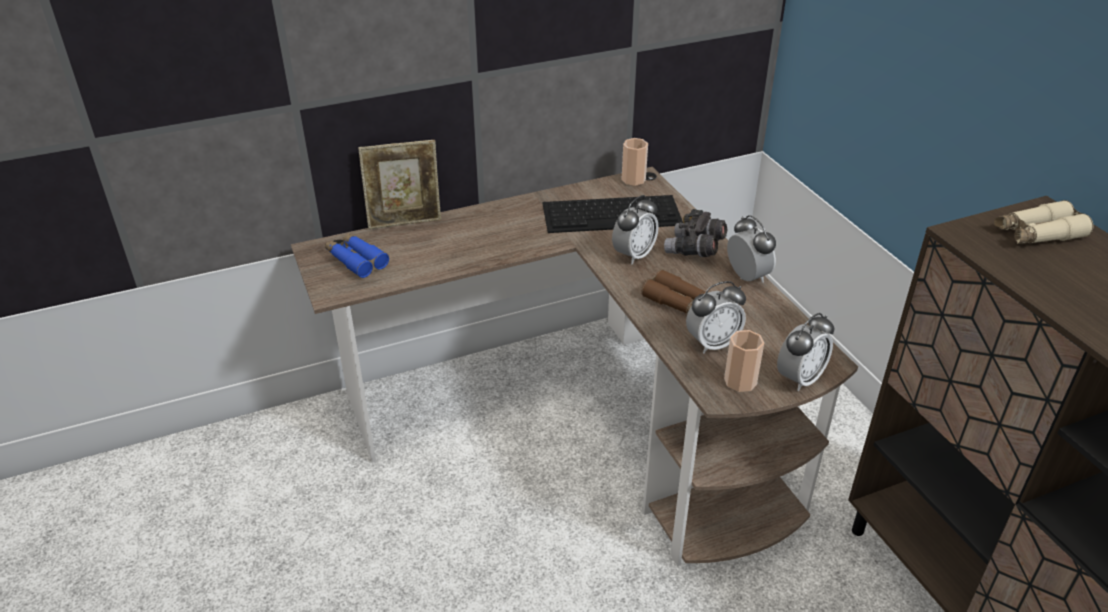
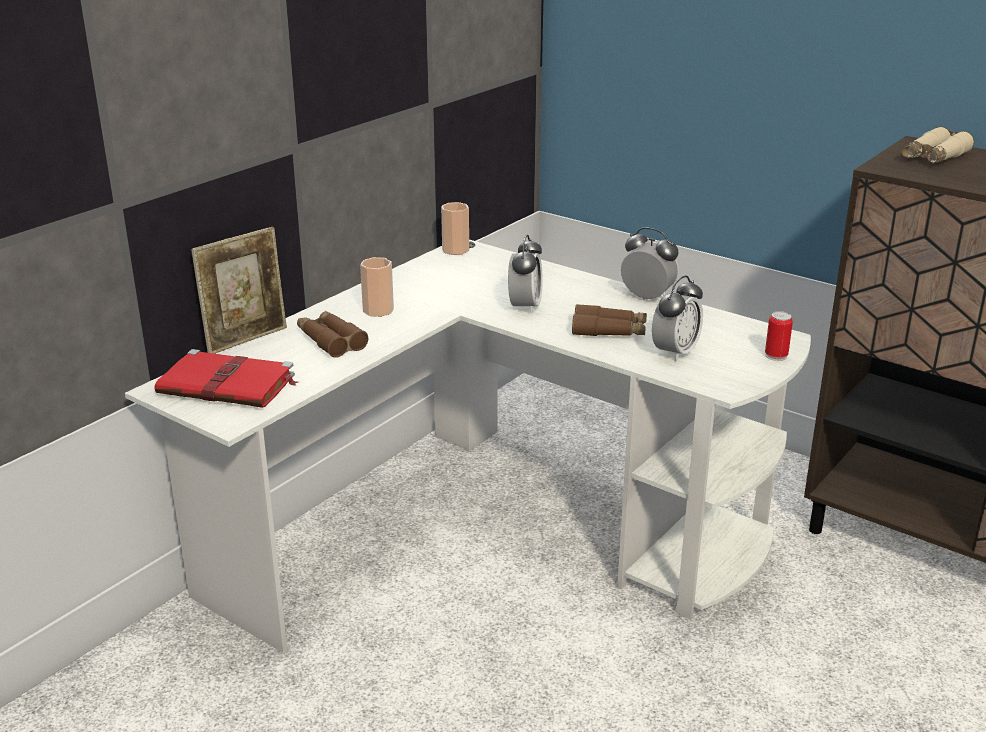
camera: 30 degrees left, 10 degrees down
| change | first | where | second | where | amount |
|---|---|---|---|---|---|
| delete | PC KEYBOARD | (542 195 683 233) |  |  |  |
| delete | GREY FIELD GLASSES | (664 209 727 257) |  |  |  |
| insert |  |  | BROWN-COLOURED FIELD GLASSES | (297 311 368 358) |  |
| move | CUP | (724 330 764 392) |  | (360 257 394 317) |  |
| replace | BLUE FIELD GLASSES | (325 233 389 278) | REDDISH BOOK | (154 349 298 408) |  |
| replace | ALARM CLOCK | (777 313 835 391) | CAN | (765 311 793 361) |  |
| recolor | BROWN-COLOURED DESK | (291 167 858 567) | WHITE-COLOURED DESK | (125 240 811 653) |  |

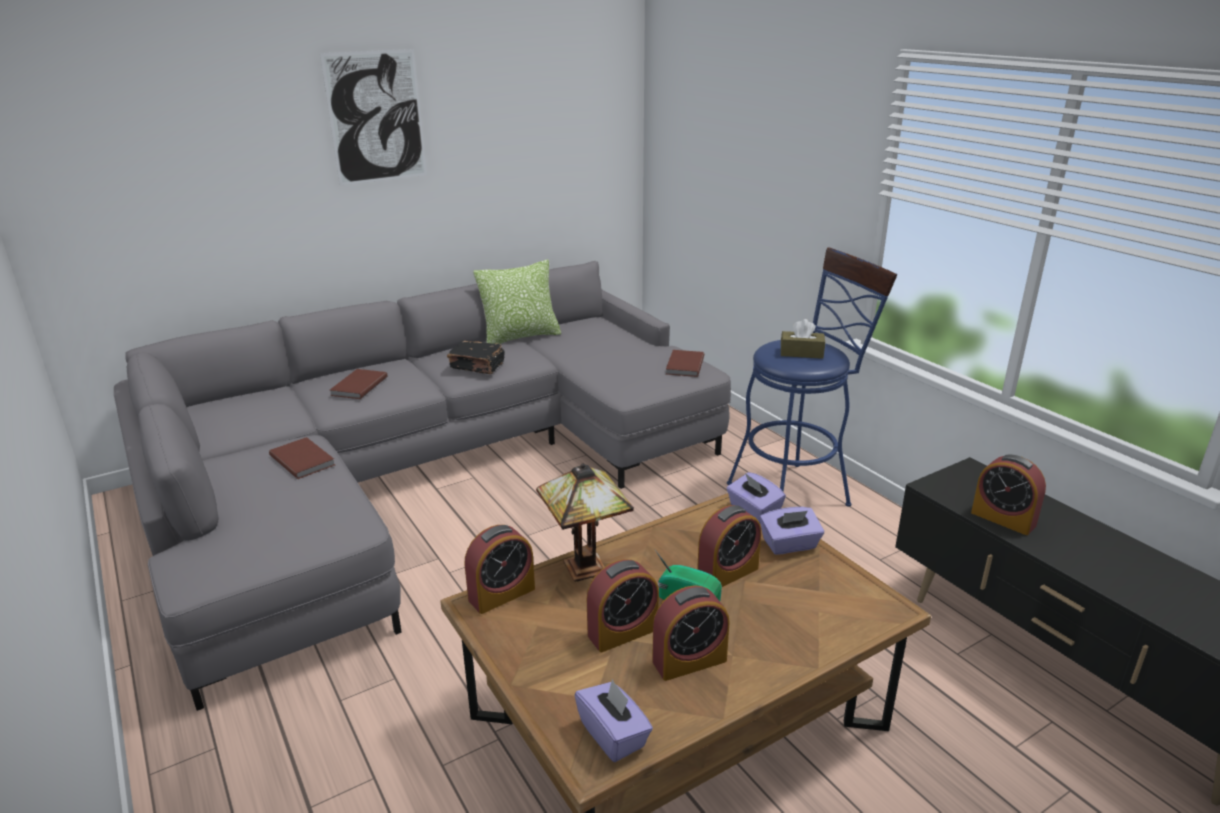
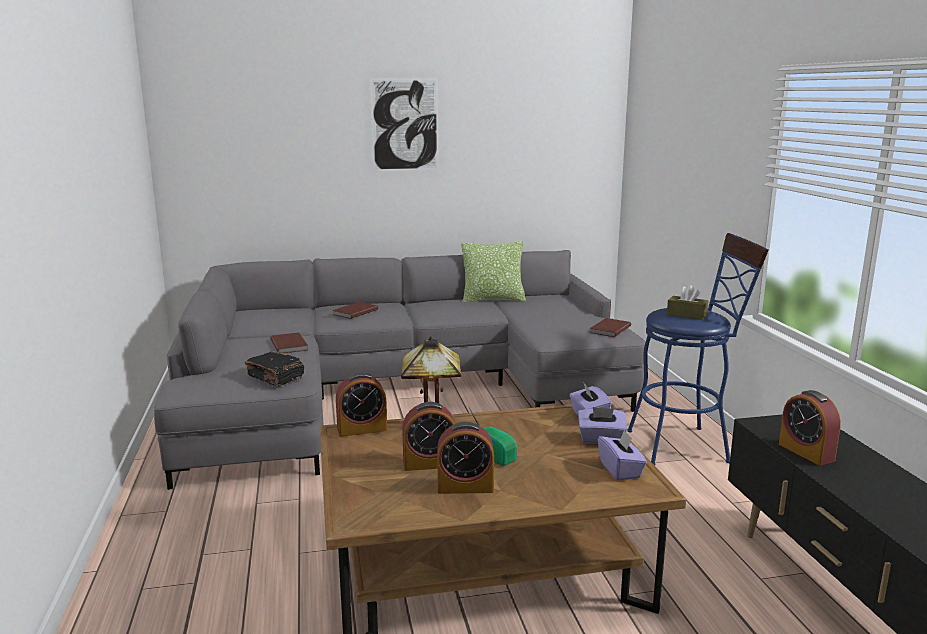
camera: 20 degrees right, 10 degrees down
| change | first | where | second | where | amount |
|---|---|---|---|---|---|
| delete | ALARM CLOCK | (697 505 761 587) |  |  |  |
| move | BLACK BOOK | (447 341 505 374) |  | (245 351 304 387) |  |
| move | PURPLE-COLOURED TISSUE BOX | (575 679 653 762) |  | (598 429 647 481) |  |

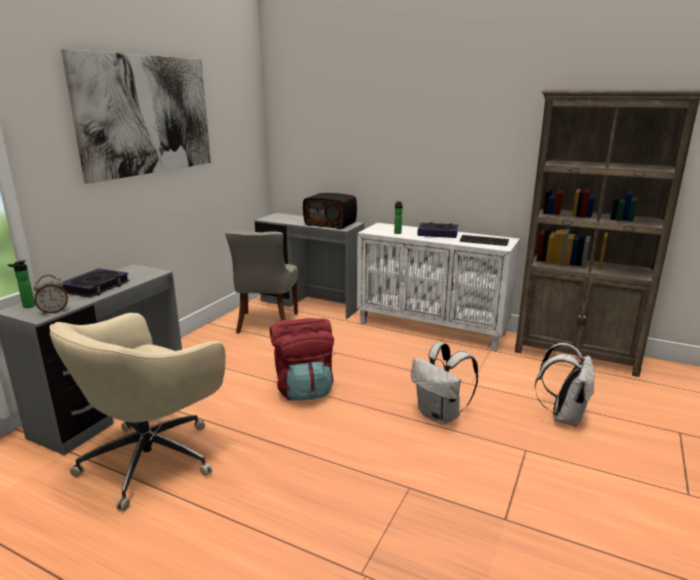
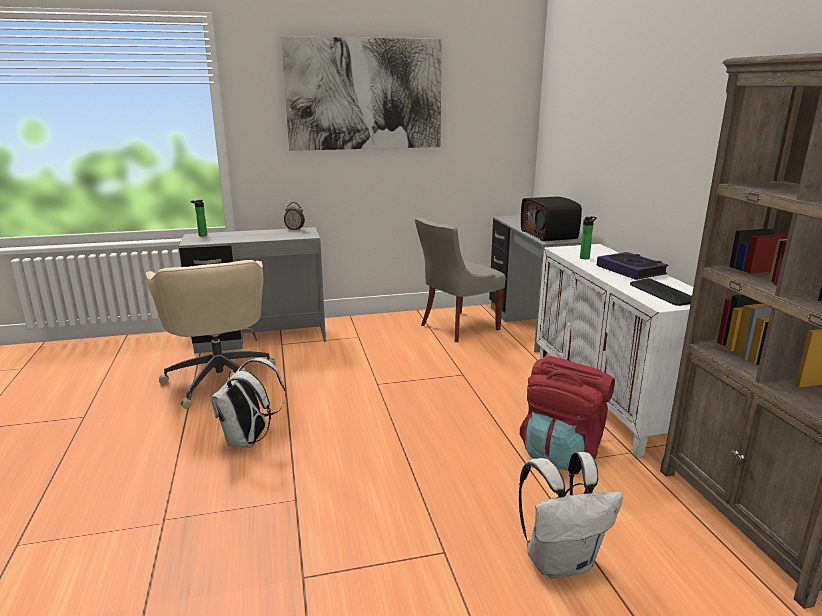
camera: 50 degrees right, 0 degrees up
| change | first | where | second | where | amount |
|---|---|---|---|---|---|
| delete | BOOK | (63 268 130 298) |  |  |  |
| move | ALARM CLOCK | (33 275 68 314) |  | (284 202 305 230) |  |
| move | REDDISH BACKPACK | (270 318 334 400) |  | (520 356 615 471) |  |
| move | WHITE-COLOURED BACKPACK | (411 342 478 425) |  | (211 358 286 448) |  |
| rotate | SAND-COLOURED OFFICE CHAIR | (49 313 226 511) |  | (146 260 276 409) | 105 degrees counterclockwise |

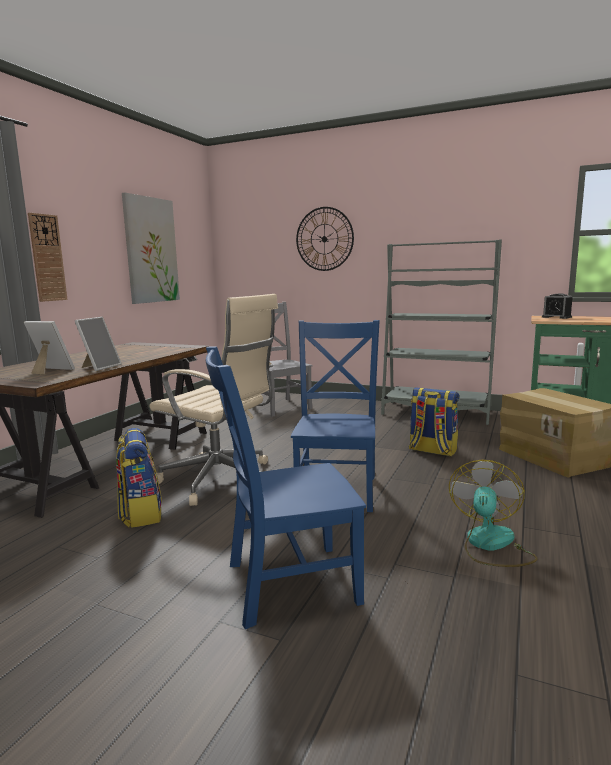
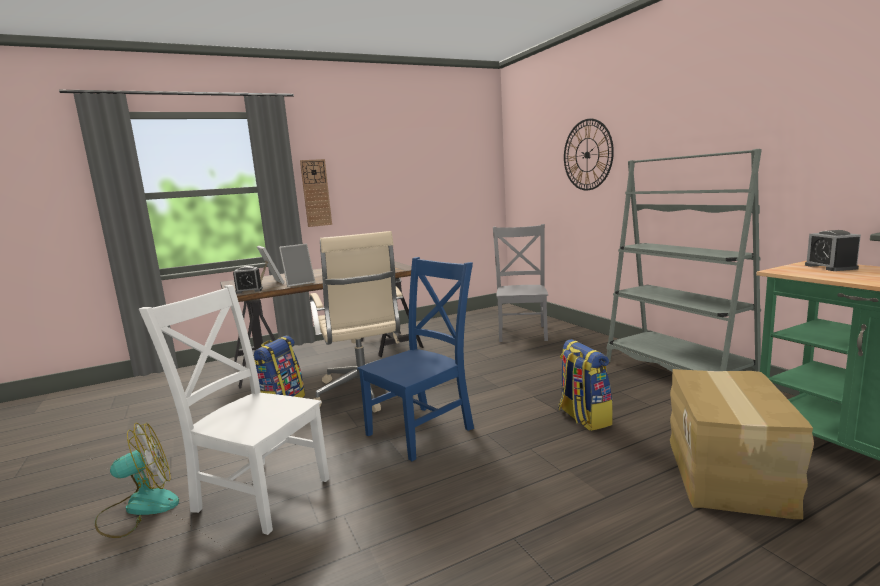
camera: 40 degrees right, 0 degrees up
| change | first | where | second | where | amount |
|---|---|---|---|---|---|
| delete | WALL ART | (122 193 180 304) |  |  |  |
| insert |  |  | ALARM CLOCK | (233 266 263 294) |  |
| move | FAN | (449 460 538 567) |  | (95 423 179 538) |  |
| recolor | BLUE UPRIGHT CHAIR | (205 346 366 629) | WHITE-COLOURED UPRIGHT CHAIR | (139 285 329 535) |  |

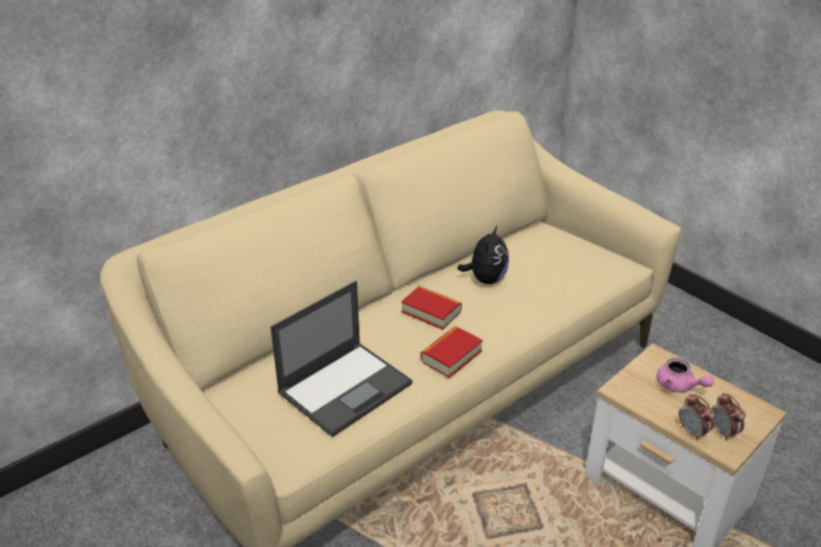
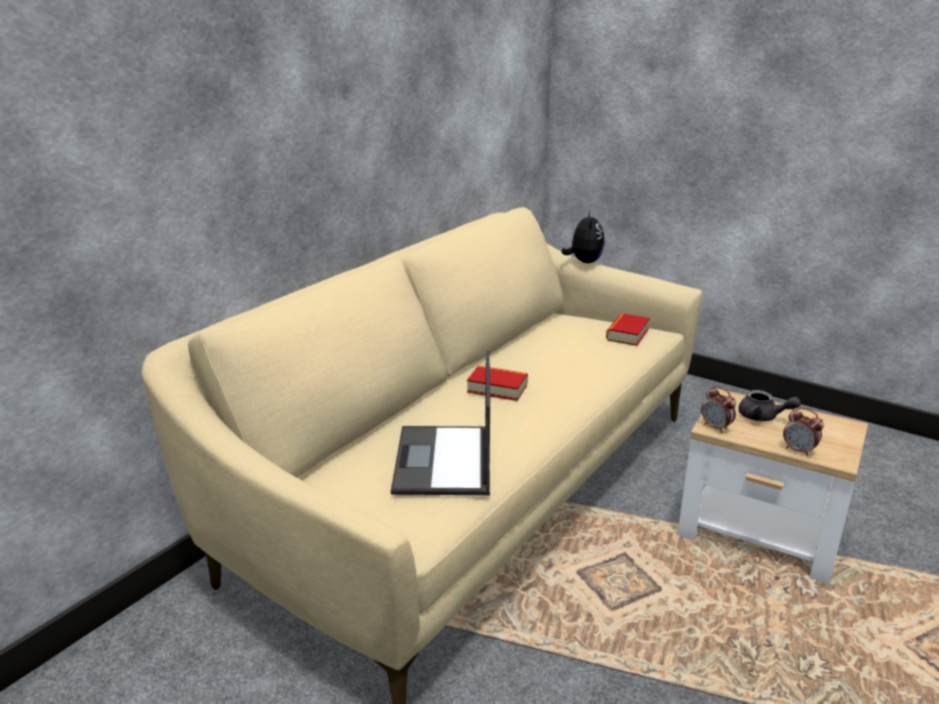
camera: 15 degrees left, 10 degrees down
| change | first | where | second | where | amount |
|---|---|---|---|---|---|
| move | BOOK | (421 326 483 378) |  | (606 313 650 346) |  |
| move | PLUSH TOY | (457 226 509 284) |  | (561 211 605 263) |  |
| move | ALARM CLOCK | (712 393 746 441) |  | (701 386 736 433) |  |
| recolor | PINK-COLOURED TEAPOT | (657 358 714 393) | GREY TEAPOT | (738 390 801 421) |  |
| rotate | LAPTOP | (270 281 413 437) |  | (391 350 490 495) | 150 degrees clockwise |

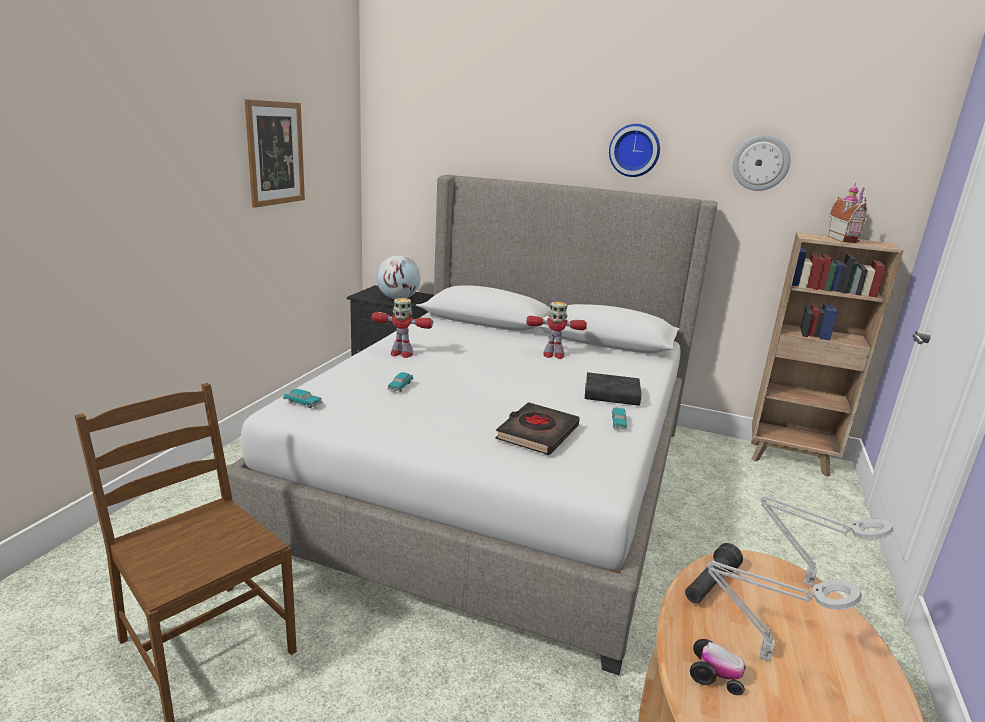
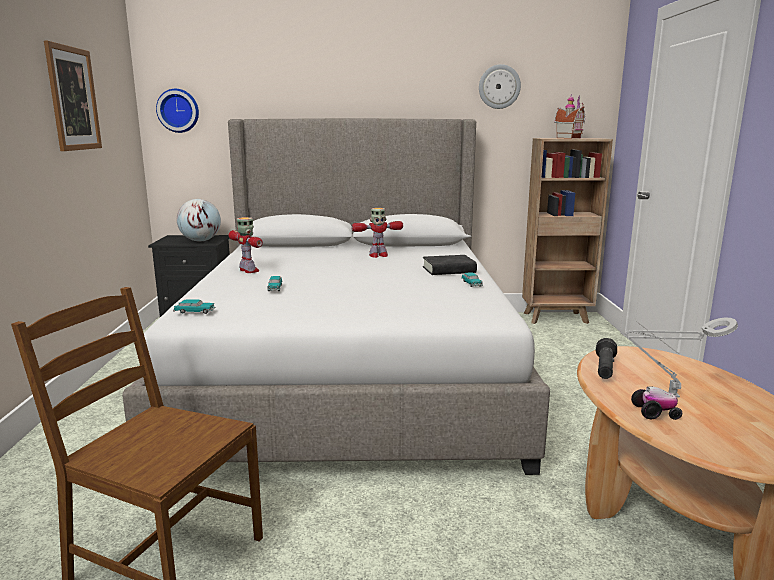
camera: 20 degrees left, 5 degrees down
| change | first | where | second | where | amount |
|---|---|---|---|---|---|
| delete | BLACK BOOK | (495 402 580 455) |  |  |  |
| delete | GREY TABLETOP LAMP | (760 496 893 586) |  |  |  |
| move | WALL CLOCK | (609 124 660 177) |  | (156 89 199 133) |  |
| rotate | MODEL ROBOT | (372 298 433 358) |  | (228 217 263 273) | 120 degrees counterclockwise |

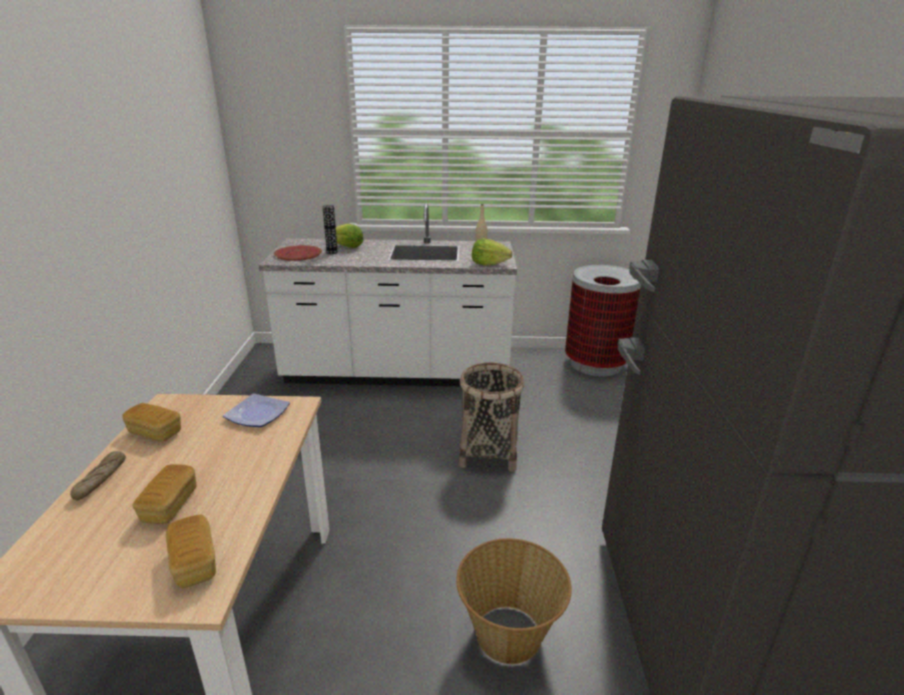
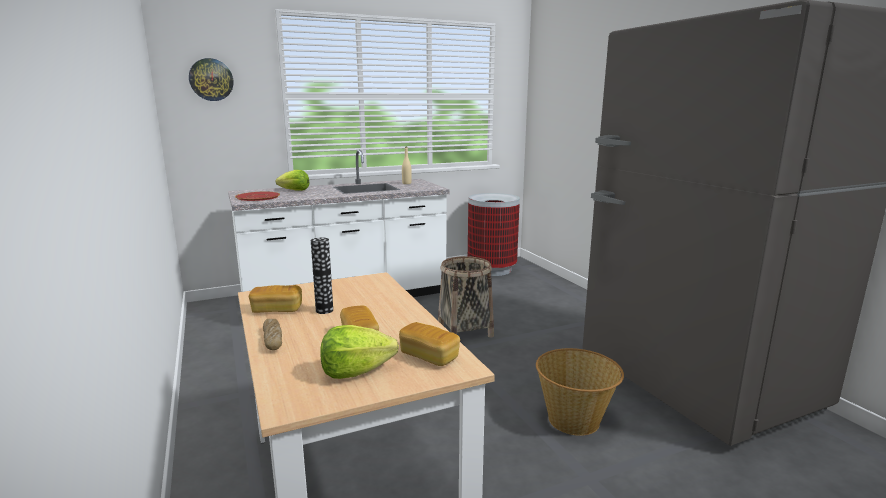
camera: 25 degrees left, 10 degrees down
| change | first | where | second | where | amount |
|---|---|---|---|---|---|
| delete | DINNER PLATE | (223 393 290 427) |  |  |  |
| insert |  |  | WALL CLOCK | (189 58 233 101) |  |
| move | VASE | (323 205 338 254) |  | (311 238 333 314) |  |
| move | LETTUCE | (472 238 513 266) |  | (320 325 399 379) |  |

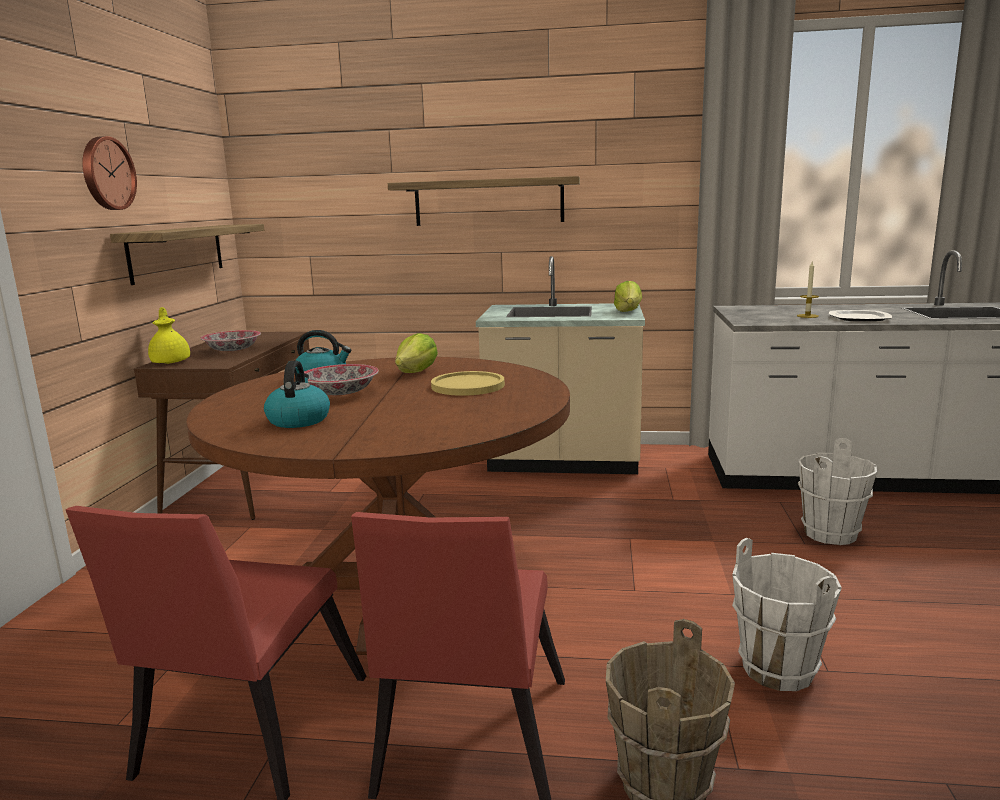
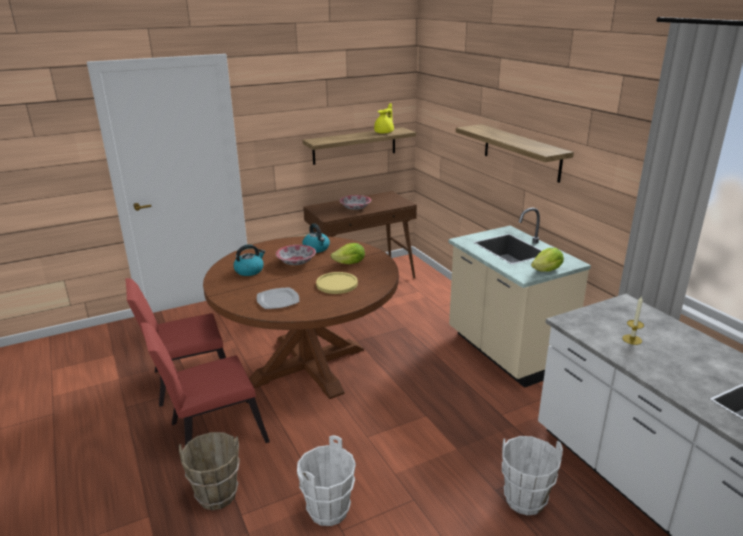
camera: 55 degrees right, 10 degrees up
| change | first | where | second | where | amount |
|---|---|---|---|---|---|
| delete | WALL CLOCK | (82 136 137 210) |  |  |  |
| move | YELLOWISH TEAPOT | (148 307 190 364) |  | (374 103 394 133) |  |
| move | DINNER PLATE | (829 310 892 321) |  | (257 287 299 309) |  |

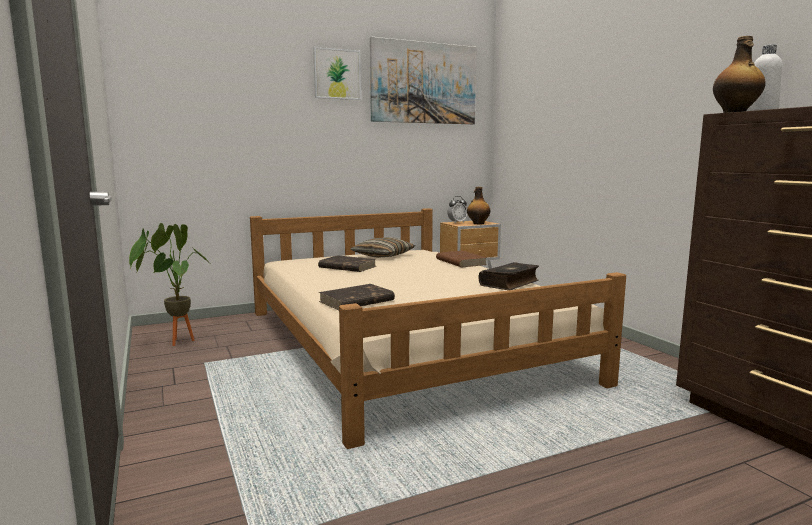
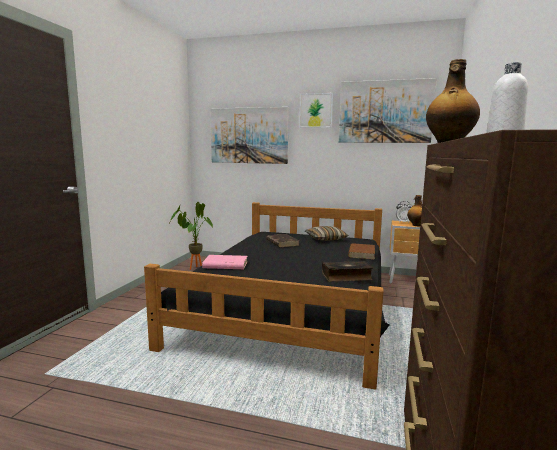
camera: 40 degrees right, 0 degrees up
| change | first | where | second | where | amount |
|---|---|---|---|---|---|
| insert |  |  | WALL ART | (210 107 289 164) |  |
| recolor | SAND-COLOURED SLEEPING BED | (250 208 626 449) | BLACK SLEEPING BED | (144 202 390 390) |  |
| recolor | BROWN-COLOURED BOOK | (319 284 395 310) | PINK-COLOURED BOOK | (202 255 247 269) |  |

